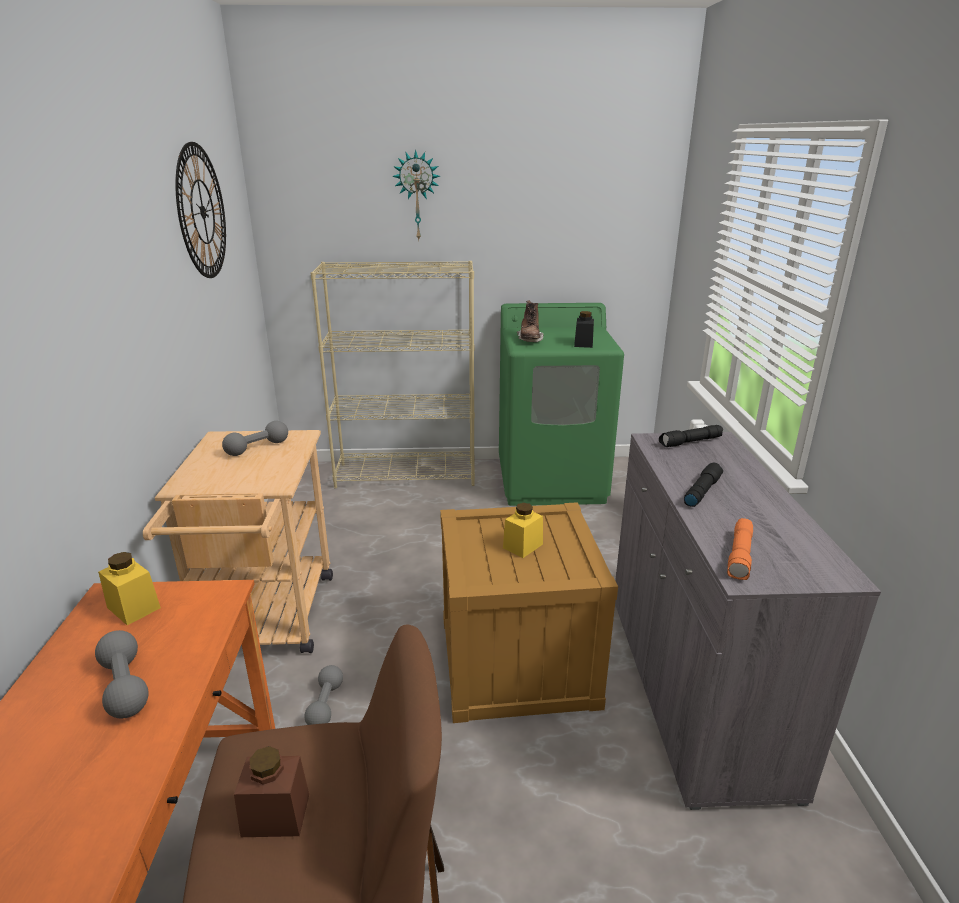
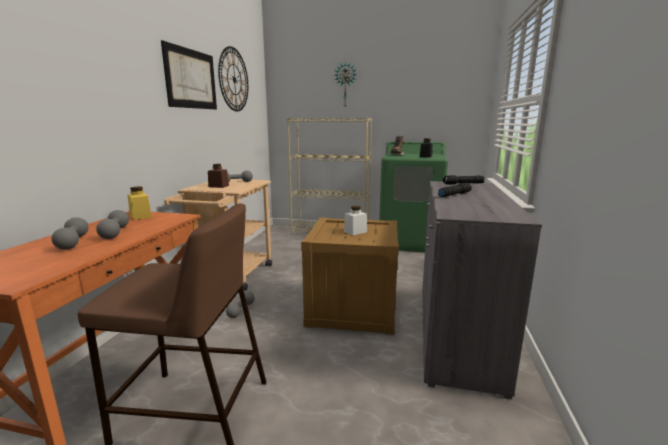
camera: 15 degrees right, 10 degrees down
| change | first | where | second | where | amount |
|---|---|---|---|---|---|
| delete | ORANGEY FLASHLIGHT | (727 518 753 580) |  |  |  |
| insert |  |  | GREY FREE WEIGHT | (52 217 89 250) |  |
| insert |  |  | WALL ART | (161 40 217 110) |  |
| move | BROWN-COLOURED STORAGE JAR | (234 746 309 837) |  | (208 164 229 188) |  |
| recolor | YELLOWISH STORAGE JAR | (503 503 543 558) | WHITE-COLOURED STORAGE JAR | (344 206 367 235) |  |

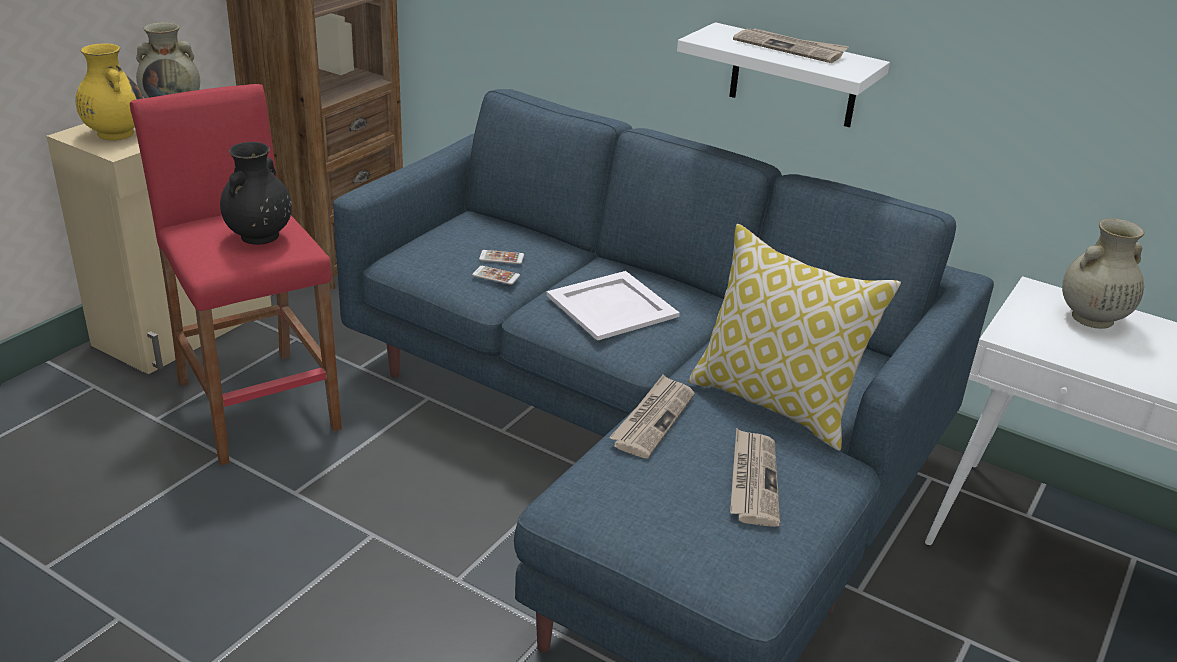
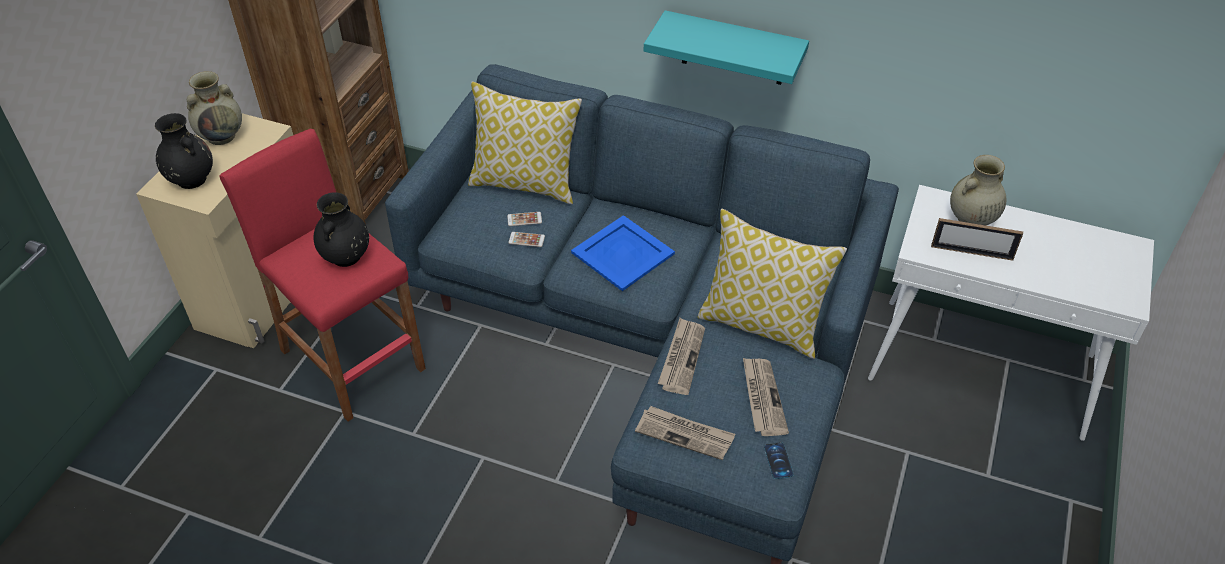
camera: 10 degrees left, 15 degrees up
| change | first | where | second | where | amount |
|---|---|---|---|---|---|
| insert |  |  | THROW PILLOW | (468 82 582 204) |  |
| insert |  |  | PHONE | (764 442 794 479) |  |
| insert |  |  | PICTURE FRAME | (931 218 1023 261) |  |
| move | PRINTED PAPER | (733 28 849 63) |  | (635 406 735 460) |  |
| recolor | YELLOWISH VASE | (75 43 143 140) | BLACK VASE | (155 113 213 189) |  |
| recolor | WHITE-COLOURED SERVING TRAY | (546 271 680 341) | BLUE SERVING TRAY | (571 215 675 291) |  |
| recolor | WHITE-COLOURED BRACKET SHELF | (677 22 890 127) | BLUE-GREEN BRACKET SHELF | (644 10 809 85) |  |

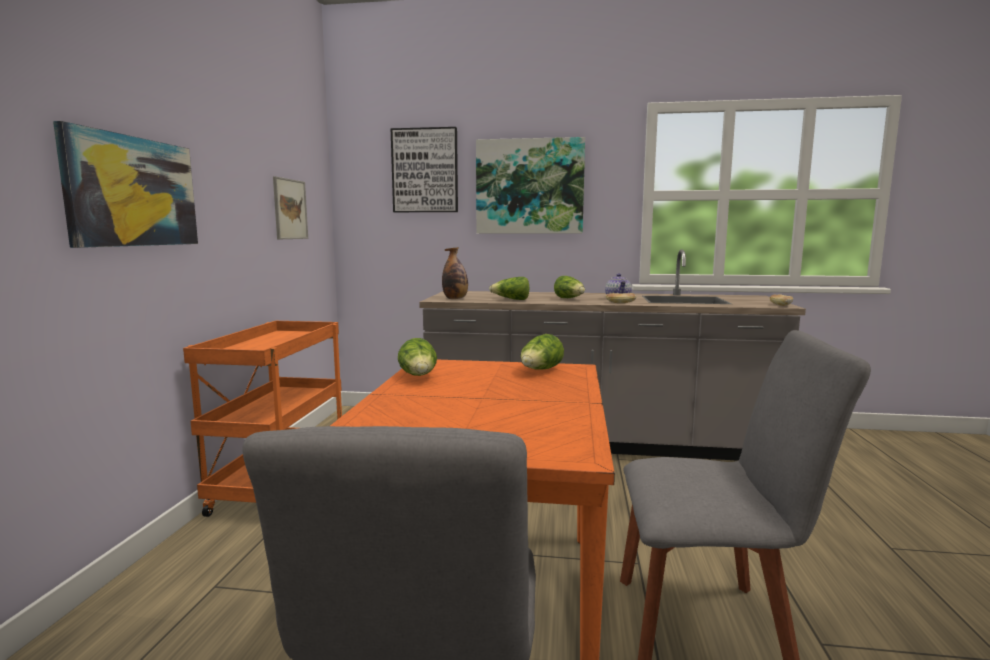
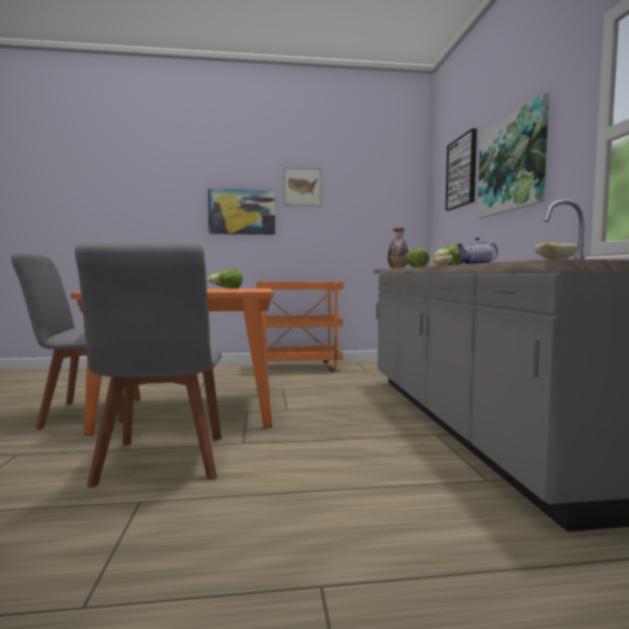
camera: 75 degrees right, 5 degrees down
| change | first | where | second | where | amount |
|---|---|---|---|---|---|
| delete | LETTUCE | (520 334 564 370) |  |  |  |
| move | WALL ART | (273 176 308 239) |  | (284 167 321 206) |  |

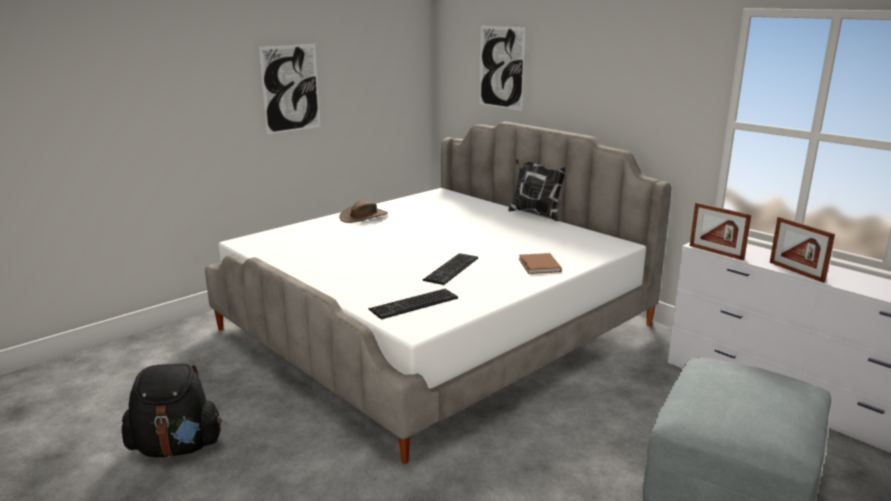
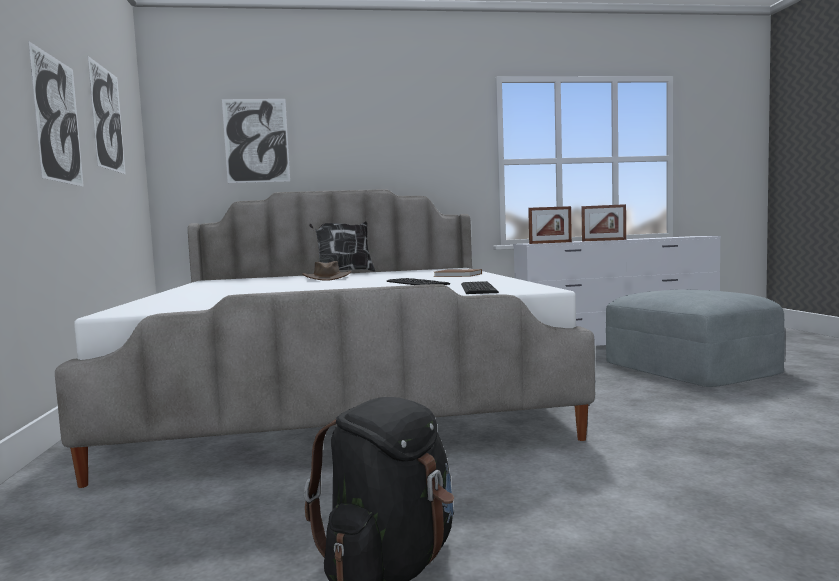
camera: 55 degrees left, 15 degrees down
| change | first | where | second | where | amount |
|---|---|---|---|---|---|
| insert |  |  | WALL ART | (88 56 126 174) |  |
| move | BROWN-COLOURED CLOTHING HAT | (339 200 388 223) |  | (302 261 351 281) |  |

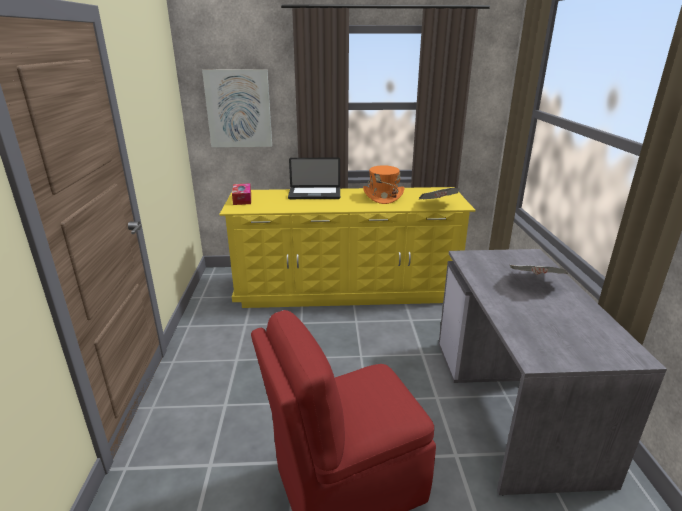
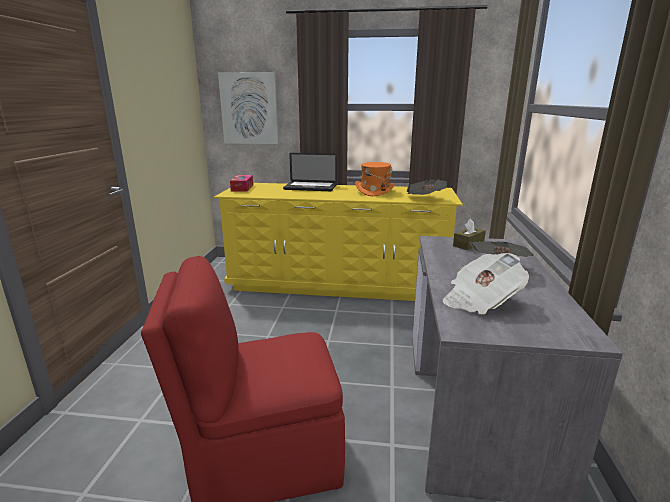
camera: 10 degrees right, 5 degrees down
| change | first | where | second | where | amount |
|---|---|---|---|---|---|
| insert |  |  | PRINTED PAPER | (442 253 529 315) |  |
| insert |  |  | BROWN-COLOURED TISSUE BOX | (453 218 486 250) |  |

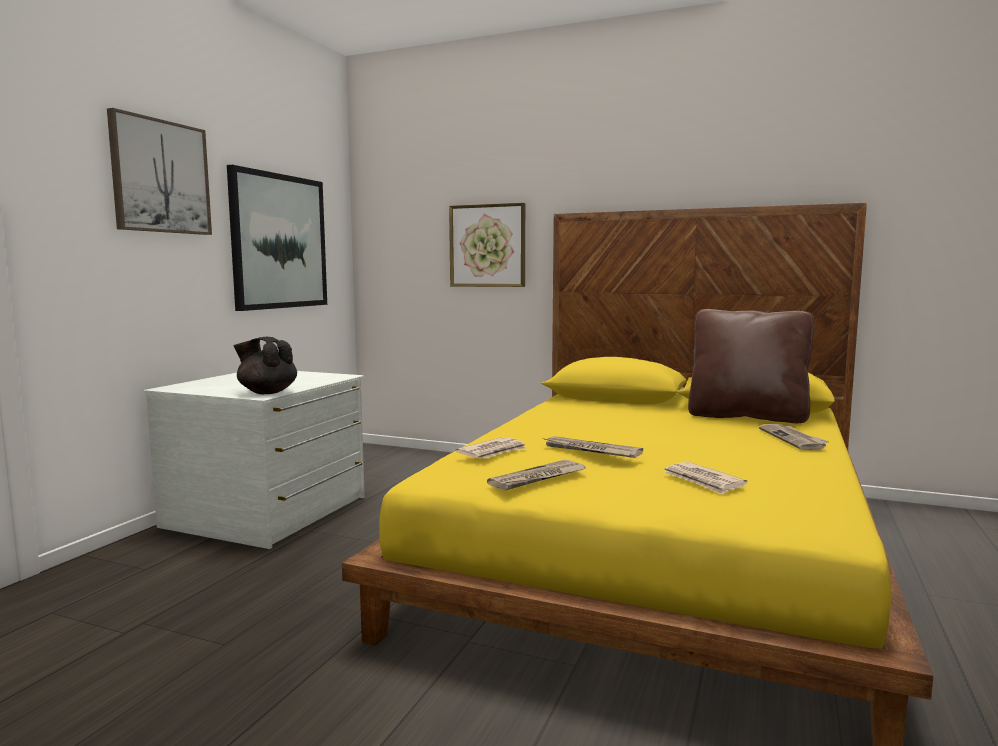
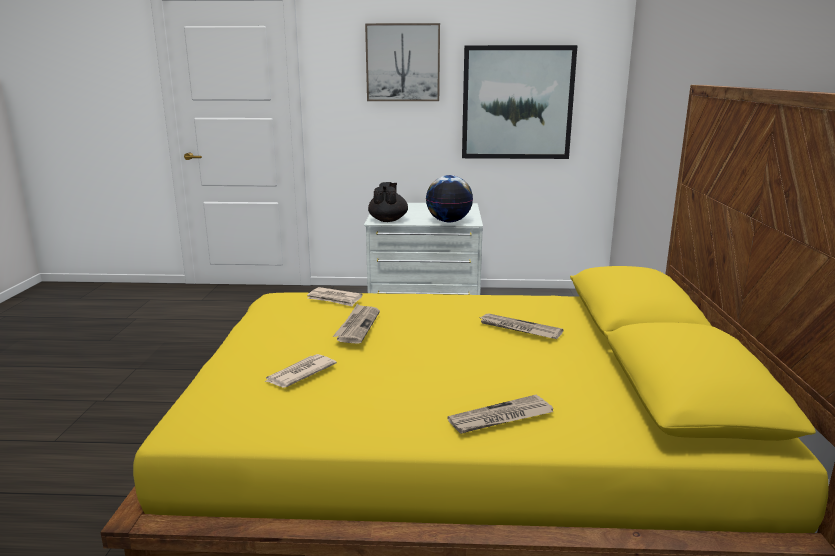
camera: 70 degrees right, 10 degrees up
| change | first | where | second | where | amount |
|---|---|---|---|---|---|
| delete | WALL ART | (449 203 525 287) |  |  |  |
| delete | BROWN-COLOURED THROW PILLOW | (688 309 814 423) |  |  |  |
| insert |  |  | GLOBE | (426 175 473 222) |  |
| move | PRINTED PAPER | (487 460 586 491) |  | (478 313 563 339) |  |

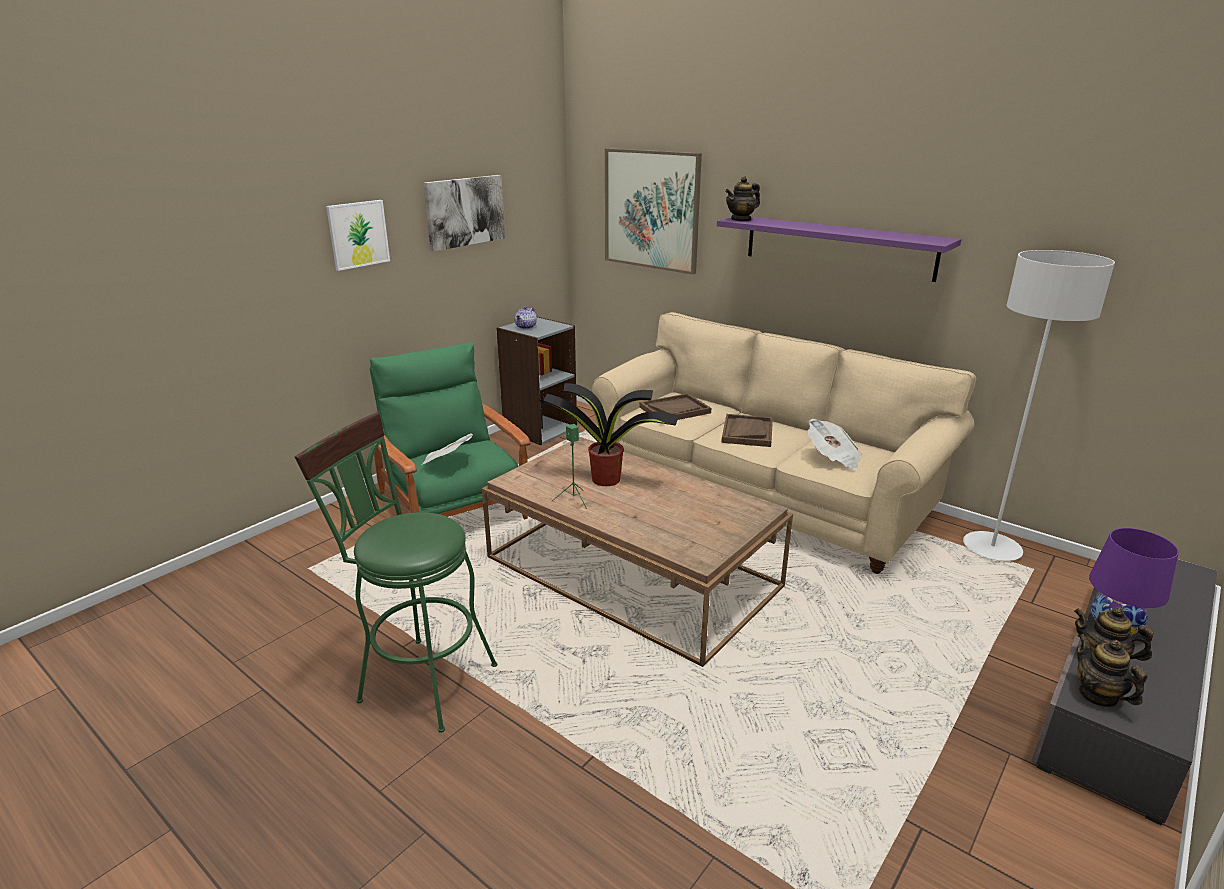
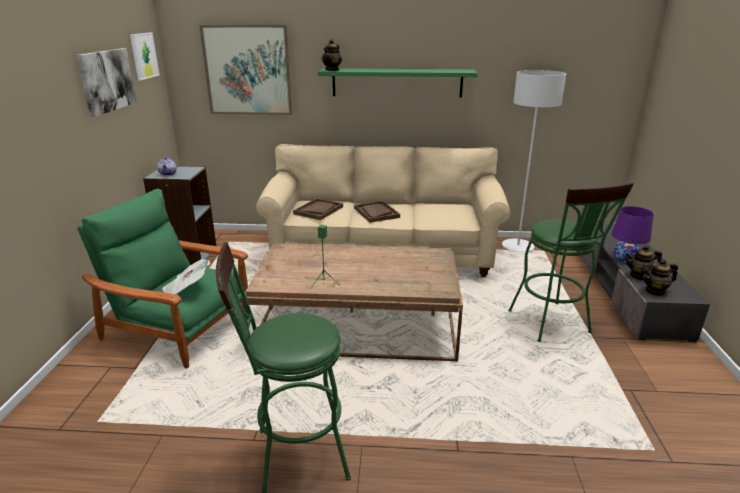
camera: 35 degrees left, 0 degrees up
| change | first | where | second | where | amount |
|---|---|---|---|---|---|
| delete | PLANT IN A POT | (538 383 679 486) |  |  |  |
| delete | PRINTED PAPER | (807 419 863 470) |  |  |  |
| insert |  |  | GREENISH STOOL SEAT | (508 183 634 342) |  |
| move | WALL ART | (326 200 390 271) |  | (130 33 159 80) |  |
| recolor | PURPLE-COLOURED BRACKET SHELF | (717 217 962 282) | GREENISH BRACKET SHELF | (318 68 478 98) |  |
| rotate | TEAPOT | (1077 634 1148 708) |  | (643 259 678 296) | 45 degrees counterclockwise |

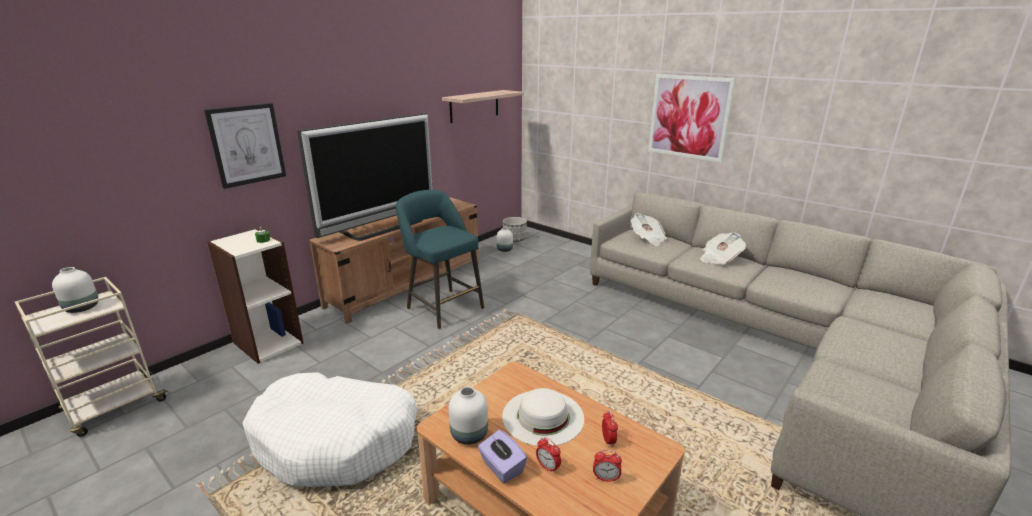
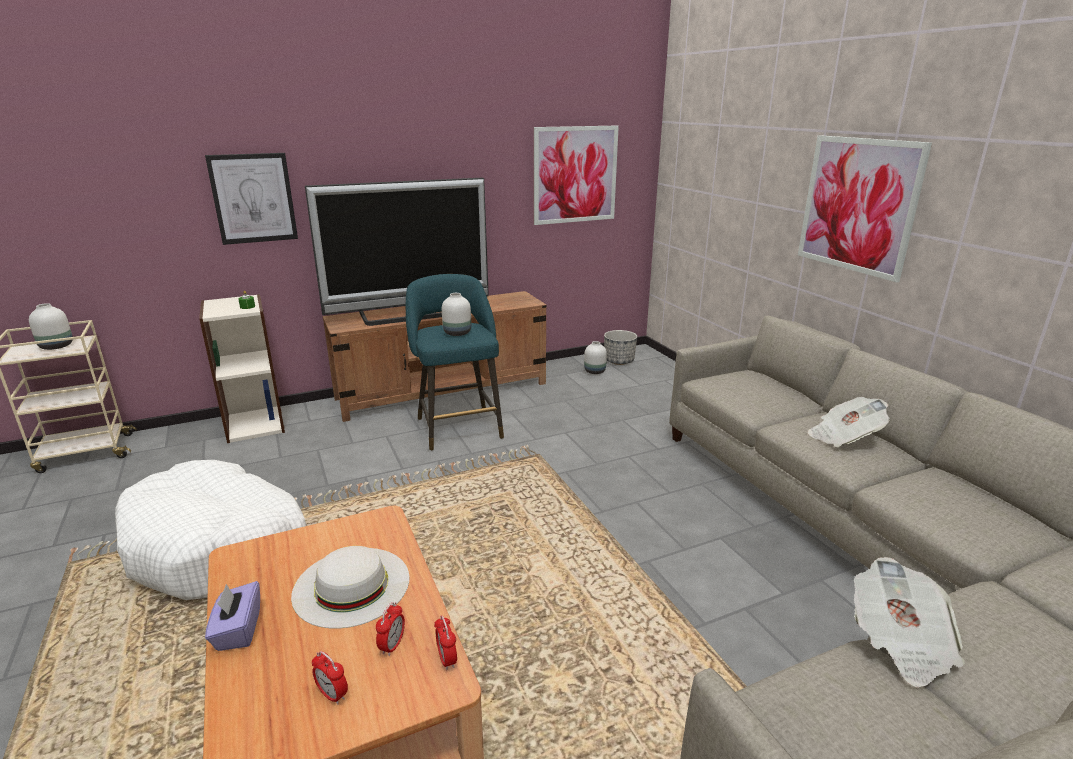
camera: 25 degrees right, 0 degrees up
| change | first | where | second | where | amount |
|---|---|---|---|---|---|
| move | WHITE-COLOURED VASE | (449 387 488 445) |  | (442 293 471 336) |  |
| move | ALARM CLOCK | (536 437 561 474) |  | (434 616 457 670) |  |
| move | PRINTED PAPER | (631 213 667 246) |  | (854 557 965 688) |  |
| replace | BRACKET SHELF | (442 90 524 123) | WALL ART | (534 126 619 225) |  |

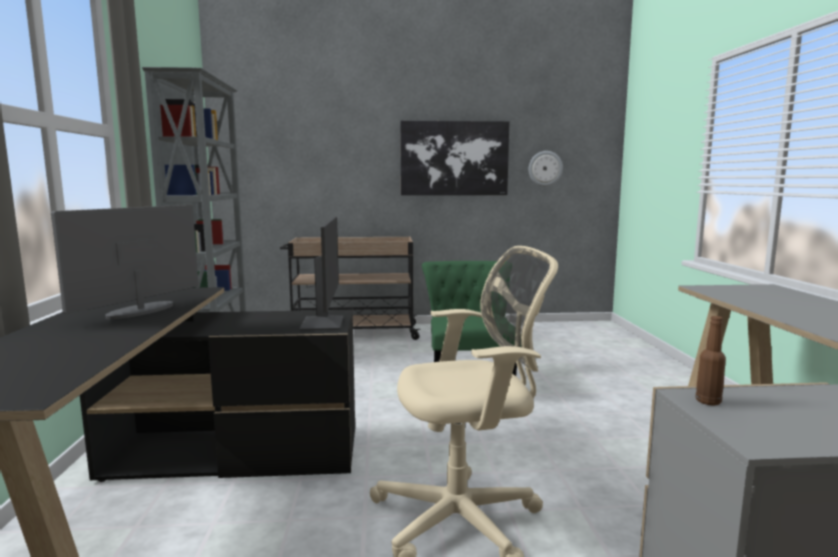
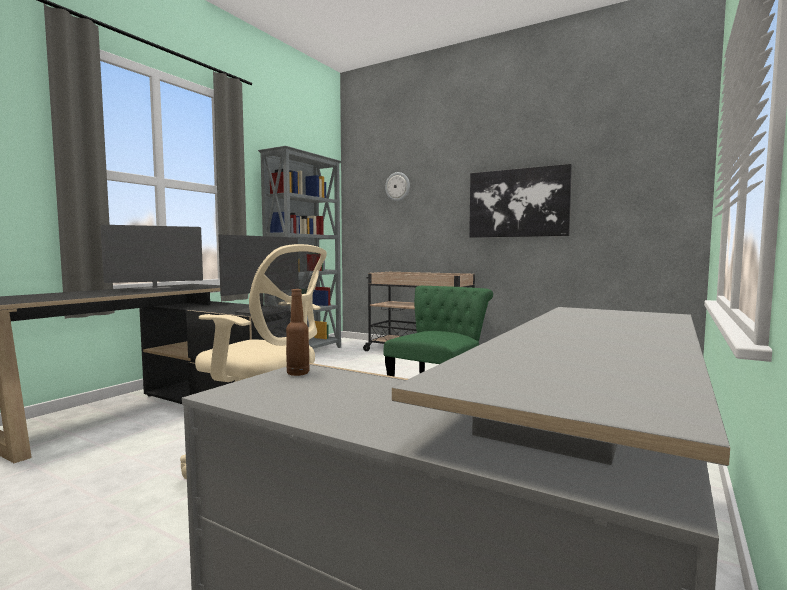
camera: 35 degrees right, 5 degrees down
| change | first | where | second | where | amount |
|---|---|---|---|---|---|
| move | WALL CLOCK | (529 151 563 186) |  | (385 172 410 201) |  |

